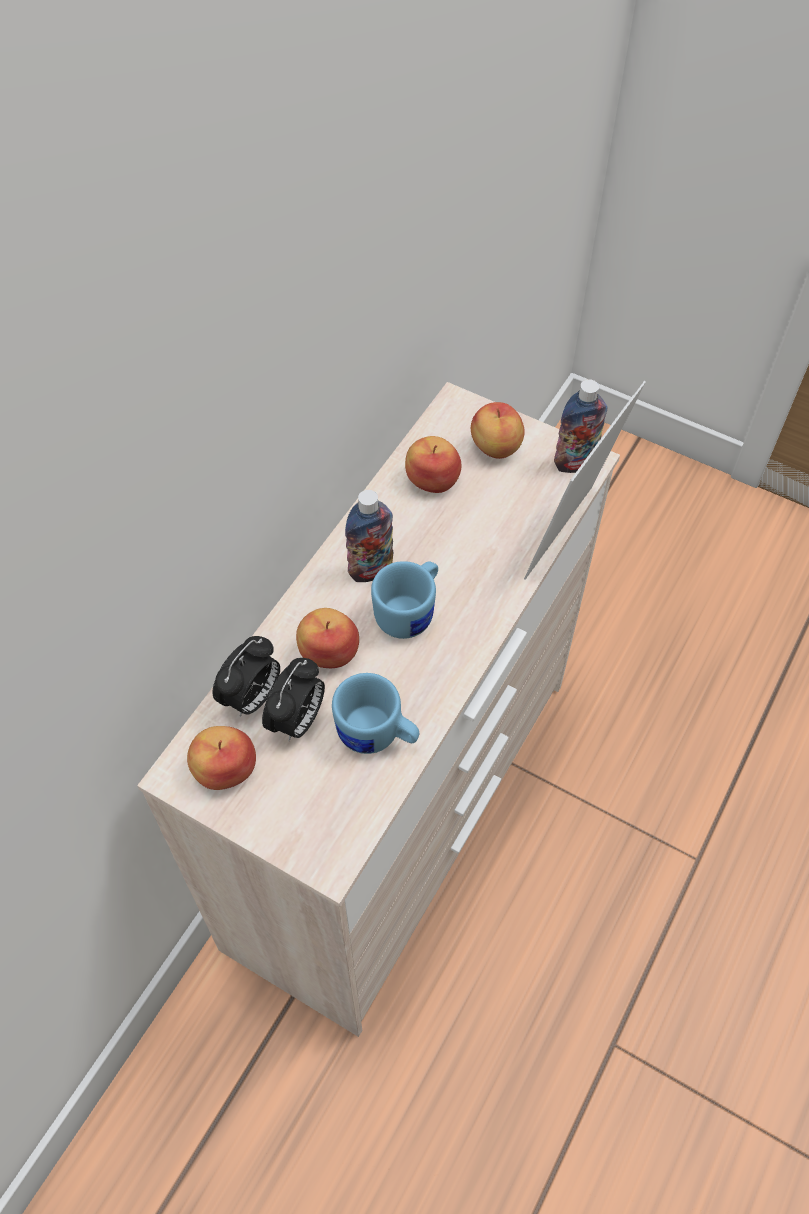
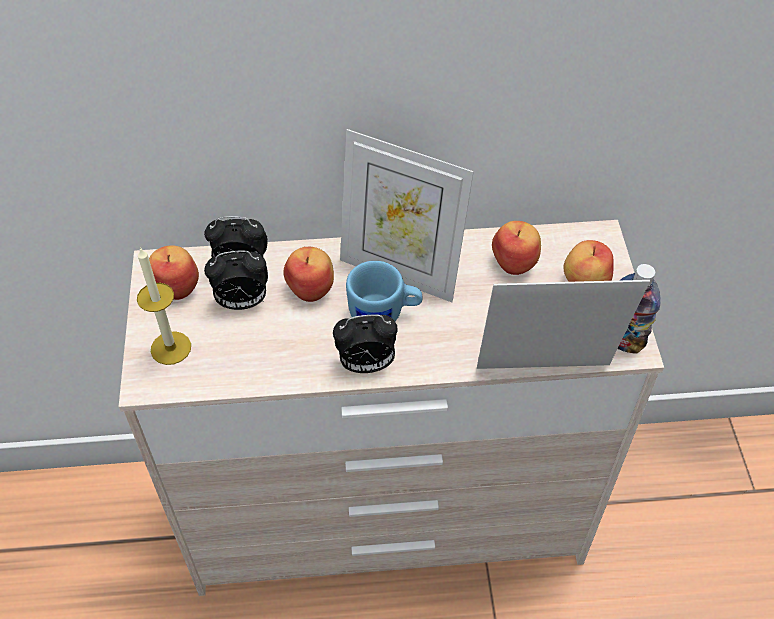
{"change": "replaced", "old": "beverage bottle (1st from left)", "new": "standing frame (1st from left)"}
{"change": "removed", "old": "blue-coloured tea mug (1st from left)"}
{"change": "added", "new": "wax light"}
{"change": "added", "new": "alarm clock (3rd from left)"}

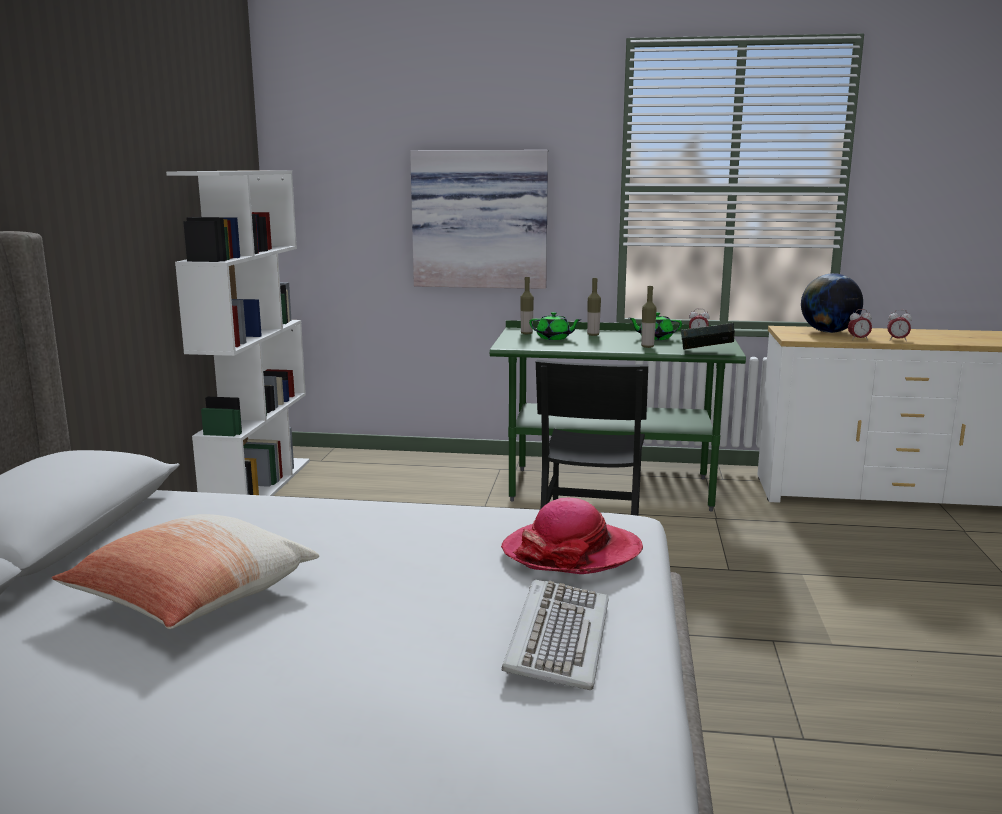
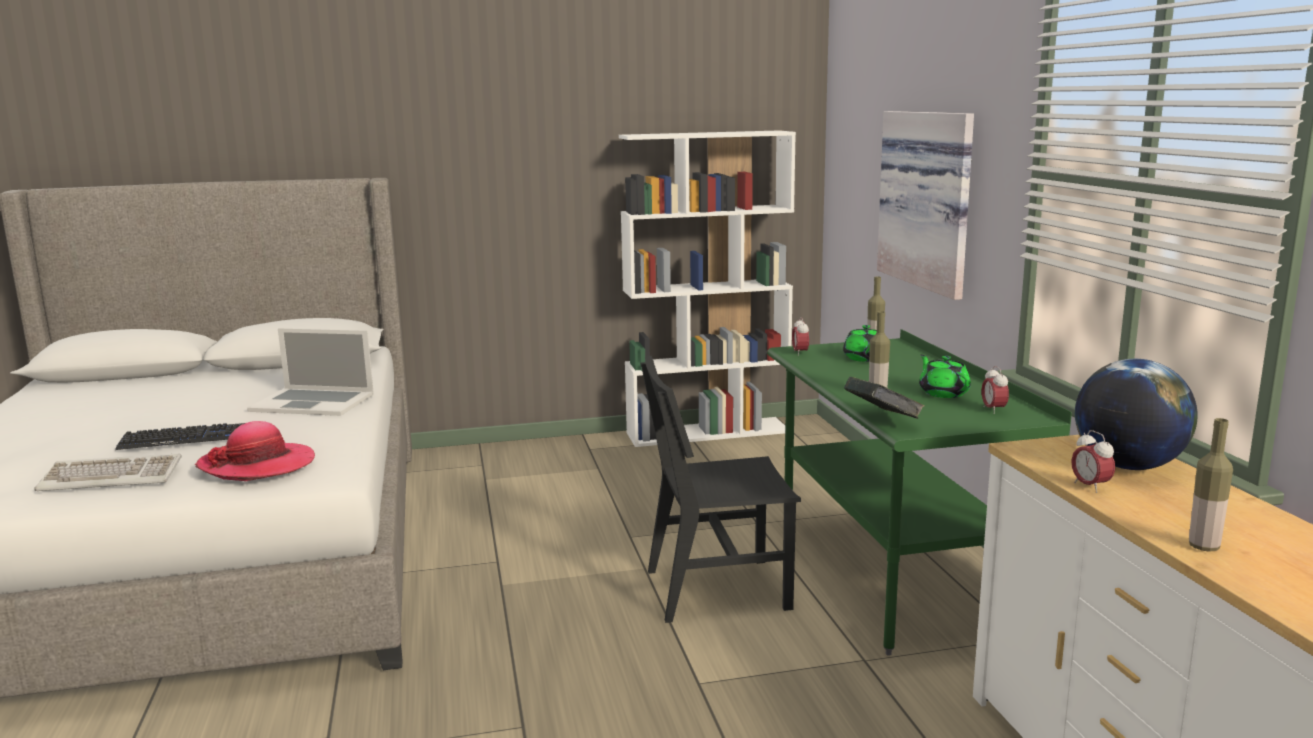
{"change": "moved", "old": "beverage bottle (2nd from left in the first image)", "new": "beverage bottle (3rd from left)"}
{"change": "moved", "old": "alarm clock (3rd from left in the first image)", "new": "alarm clock (1st from left)"}
{"change": "removed", "old": "pillow"}
{"change": "added", "new": "notebook computer"}
{"change": "added", "new": "keyboard (2nd from left)"}

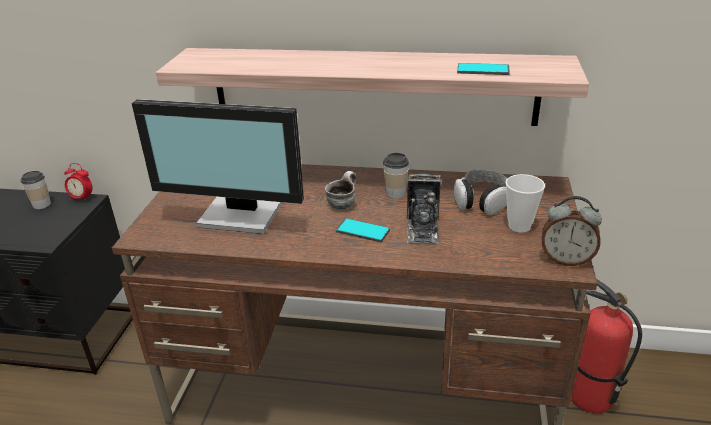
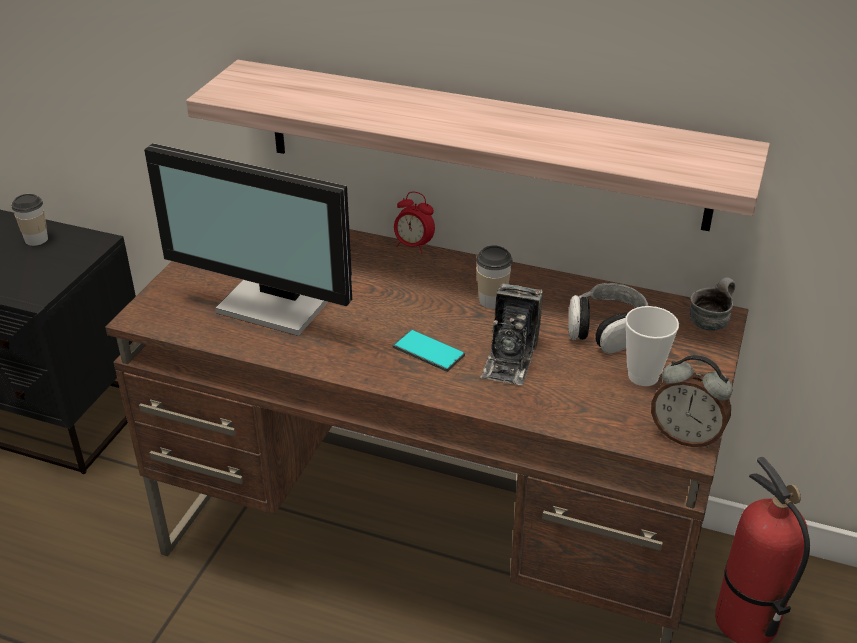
{"change": "removed", "old": "telephone (2nd from left)"}
{"change": "moved", "old": "alarm clock (1st from left)"}
{"change": "moved", "old": "tea mug"}

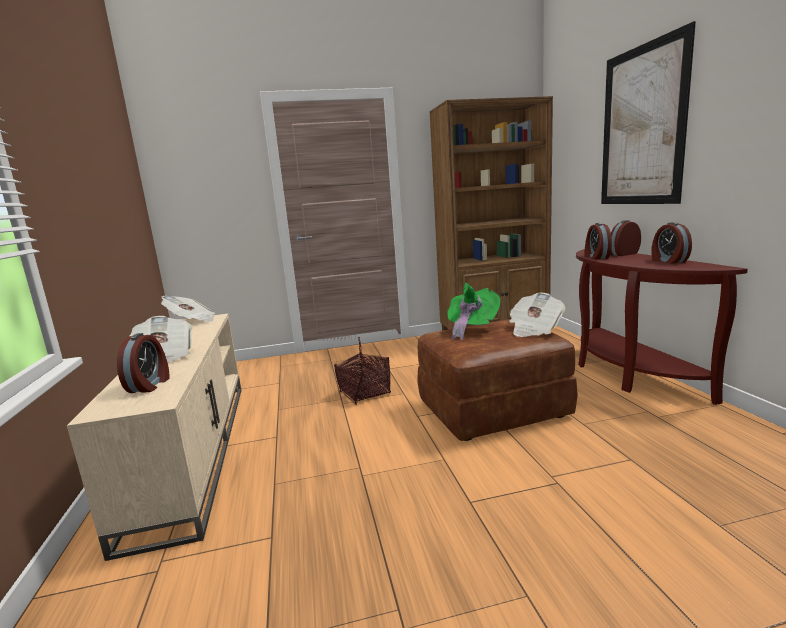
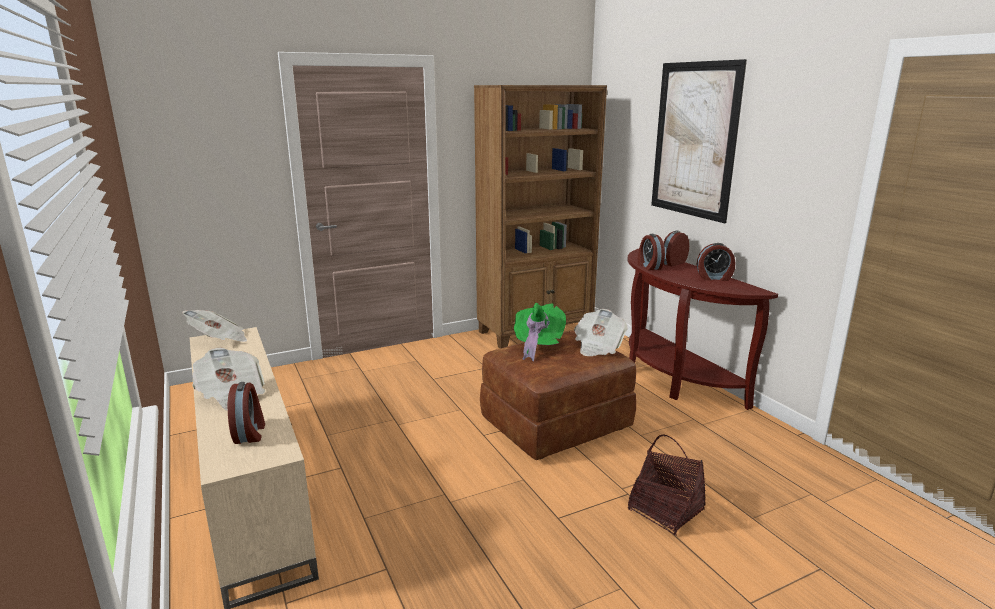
{"change": "turned", "old": "alarm clock (4th from left)", "degrees": -60}
{"change": "moved", "old": "basket"}

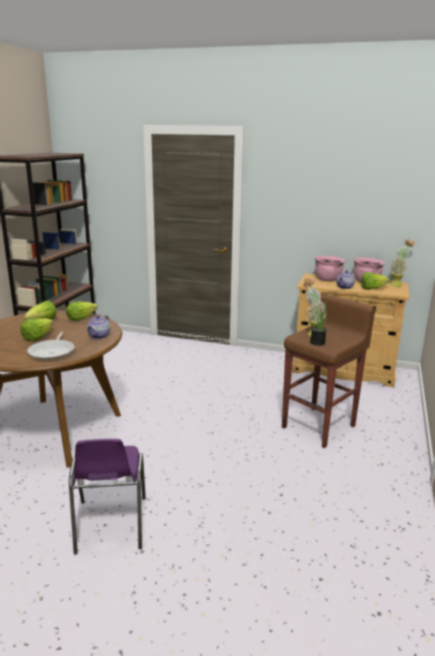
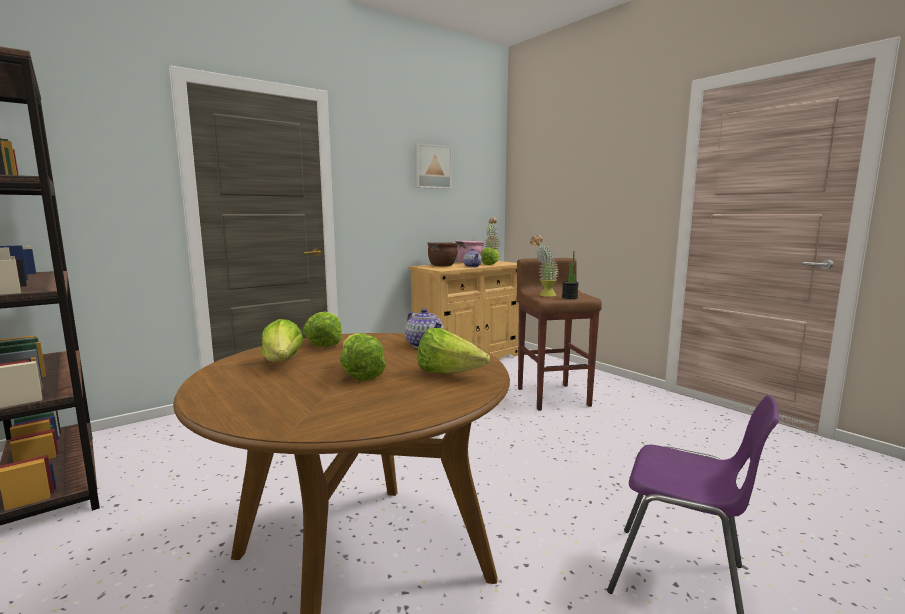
{"change": "recoloured", "old": "pink cooking pot (1st from left)", "new": "brownish cooking pot"}
{"change": "replaced", "old": "skillet", "new": "lettuce (4th from left)"}
{"change": "added", "new": "wall picture"}

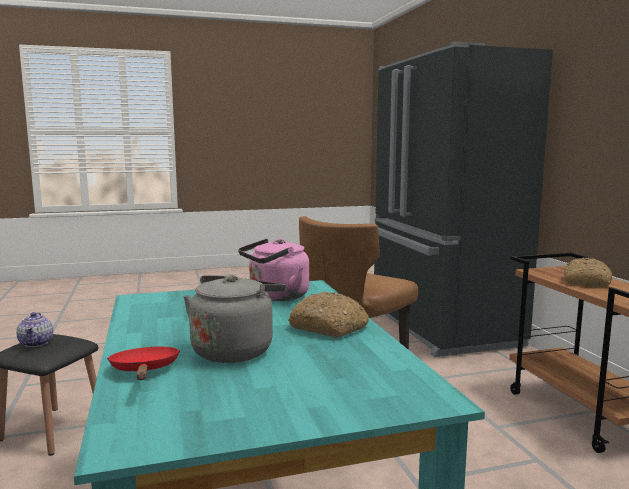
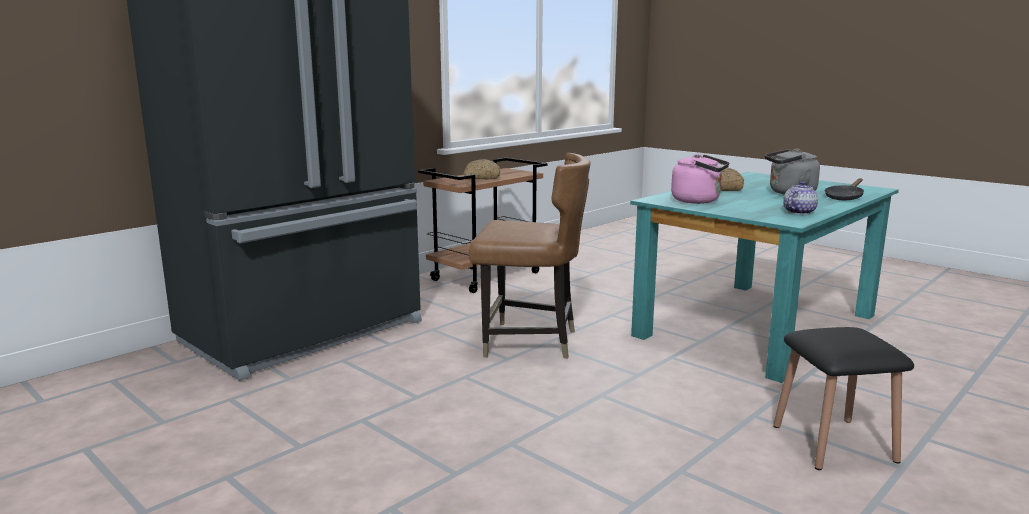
{"change": "moved", "old": "tea pot"}
{"change": "recoloured", "old": "red-coloured skillet", "new": "blackish skillet"}

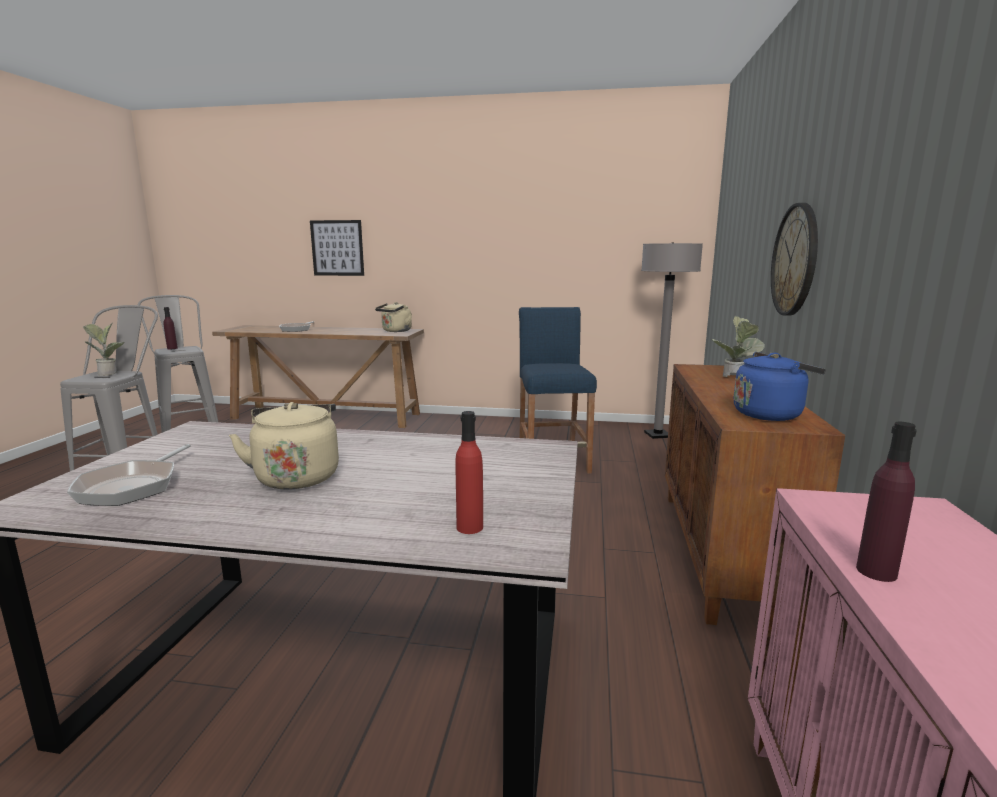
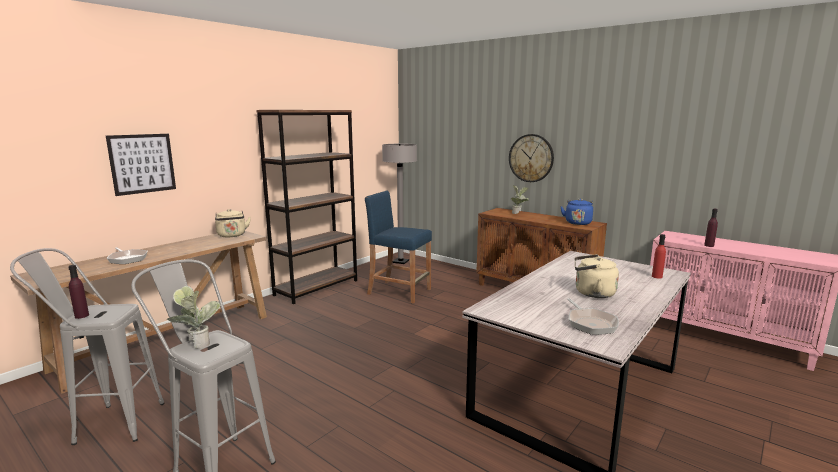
{"change": "turned", "old": "skillet (1st from left in the first image)", "degrees": 45}
{"change": "added", "new": "brownish shelving unit"}

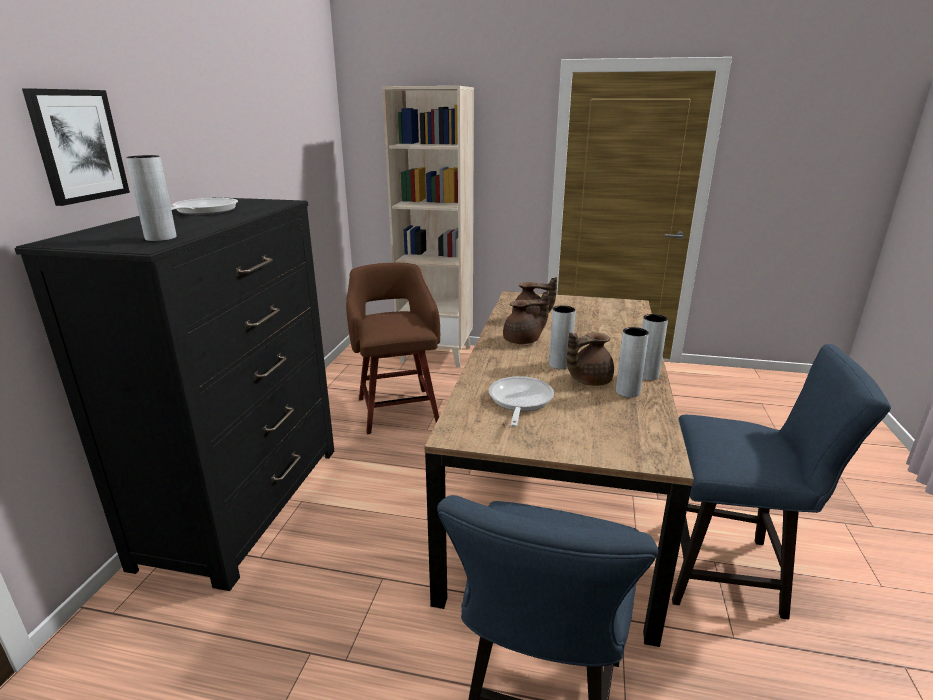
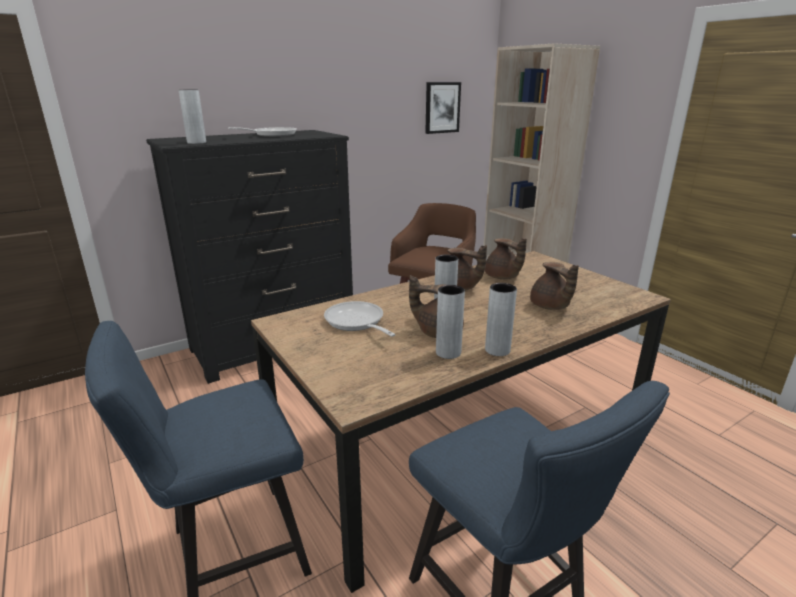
{"change": "moved", "old": "wall picture"}
{"change": "turned", "old": "skillet (2nd from left)", "degrees": -90}
{"change": "added", "new": "brownish tea pot (4th from left)"}

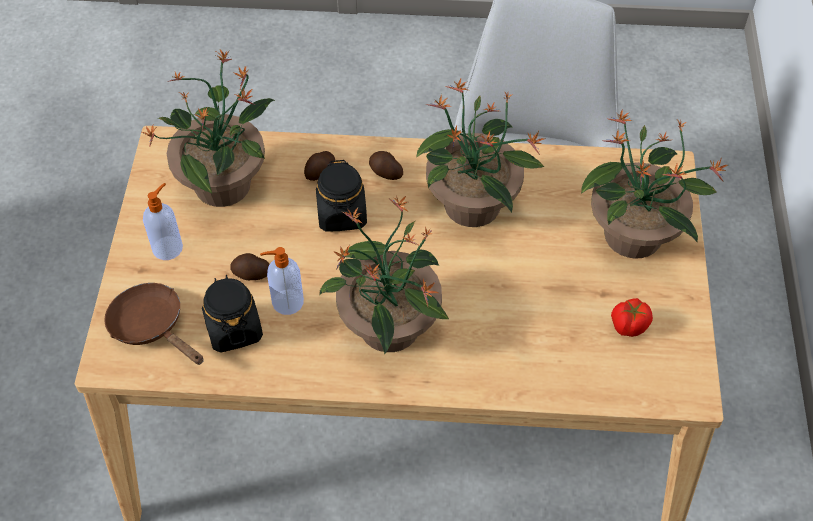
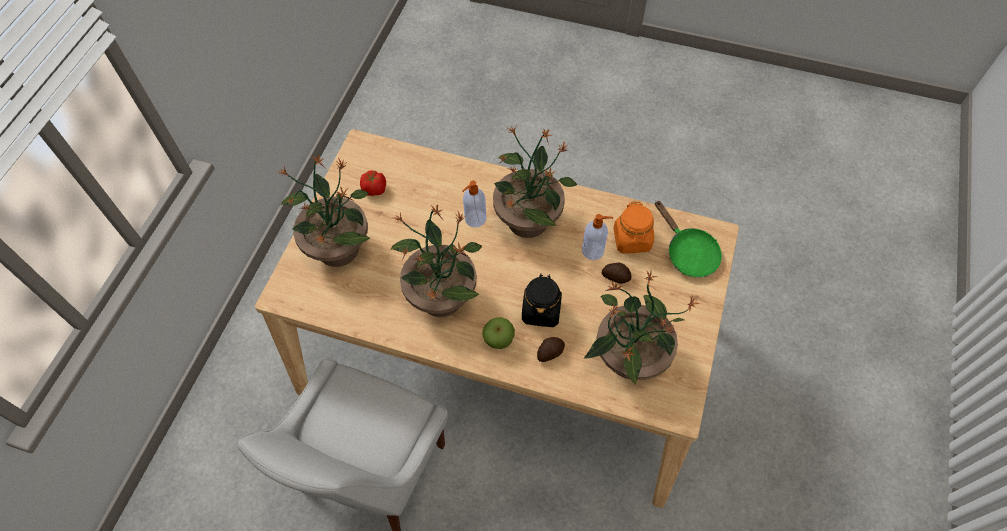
{"change": "replaced", "old": "whole potato (3rd from left)", "new": "apple fruit"}
{"change": "moved", "old": "liquid soap bottle (1st from left)"}
{"change": "recoloured", "old": "blackish storage jar (1st from left)", "new": "orange storage jar"}
{"change": "recoloured", "old": "brownish skillet", "new": "green-coloured skillet"}

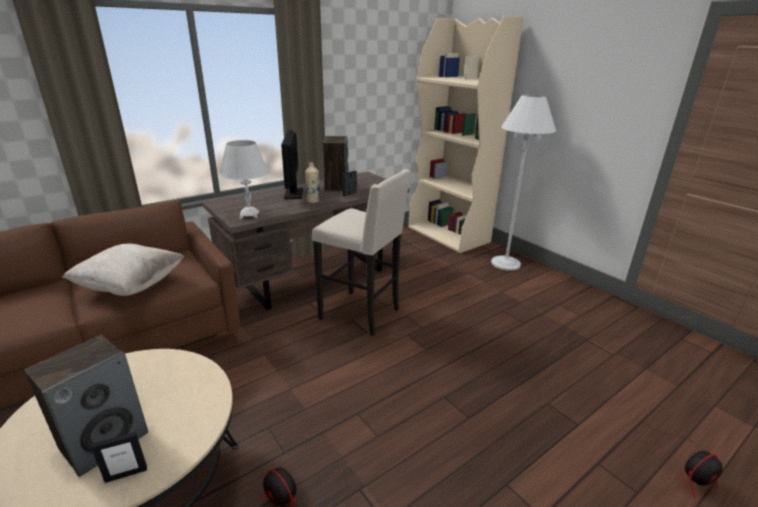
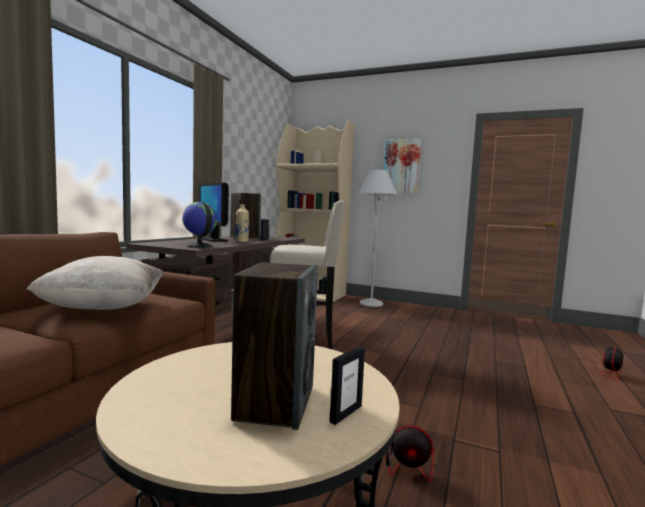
{"change": "replaced", "old": "white-coloured table lamp", "new": "world globe"}
{"change": "added", "new": "wall picture"}

